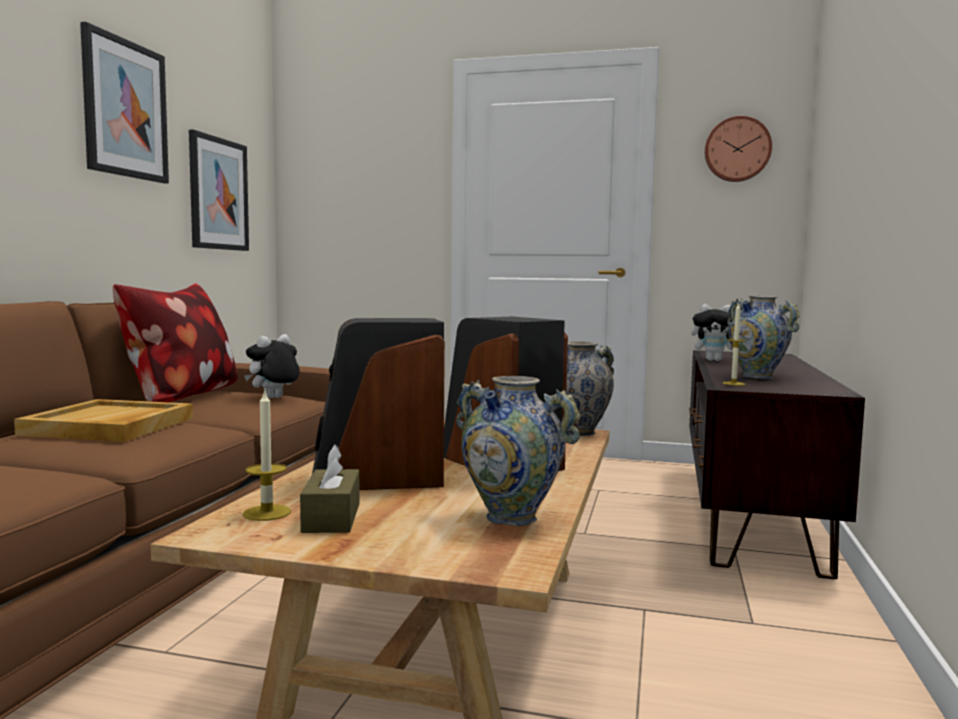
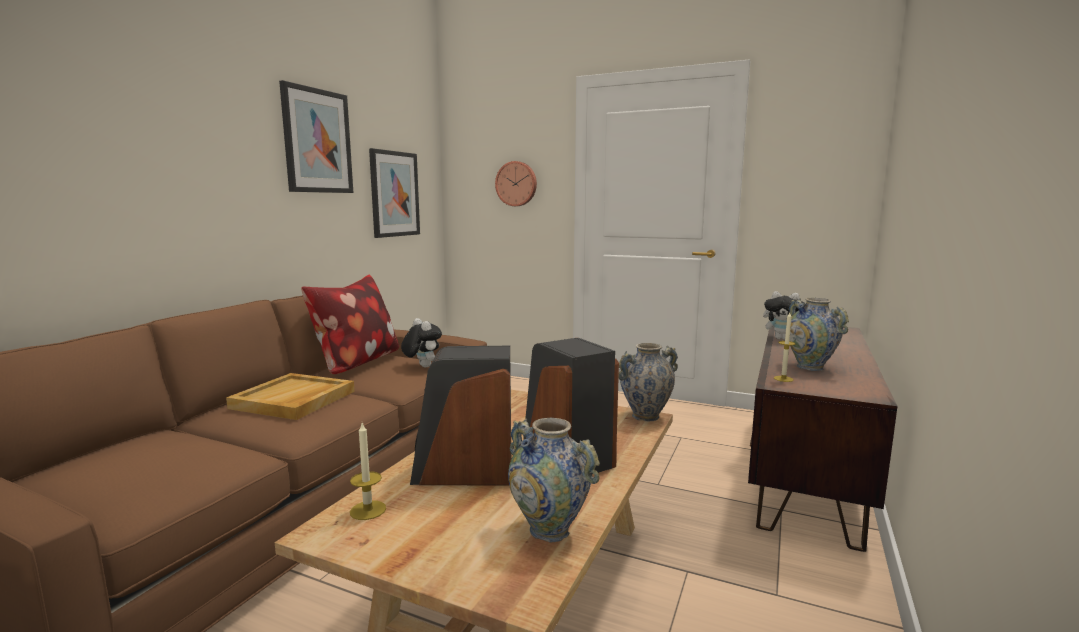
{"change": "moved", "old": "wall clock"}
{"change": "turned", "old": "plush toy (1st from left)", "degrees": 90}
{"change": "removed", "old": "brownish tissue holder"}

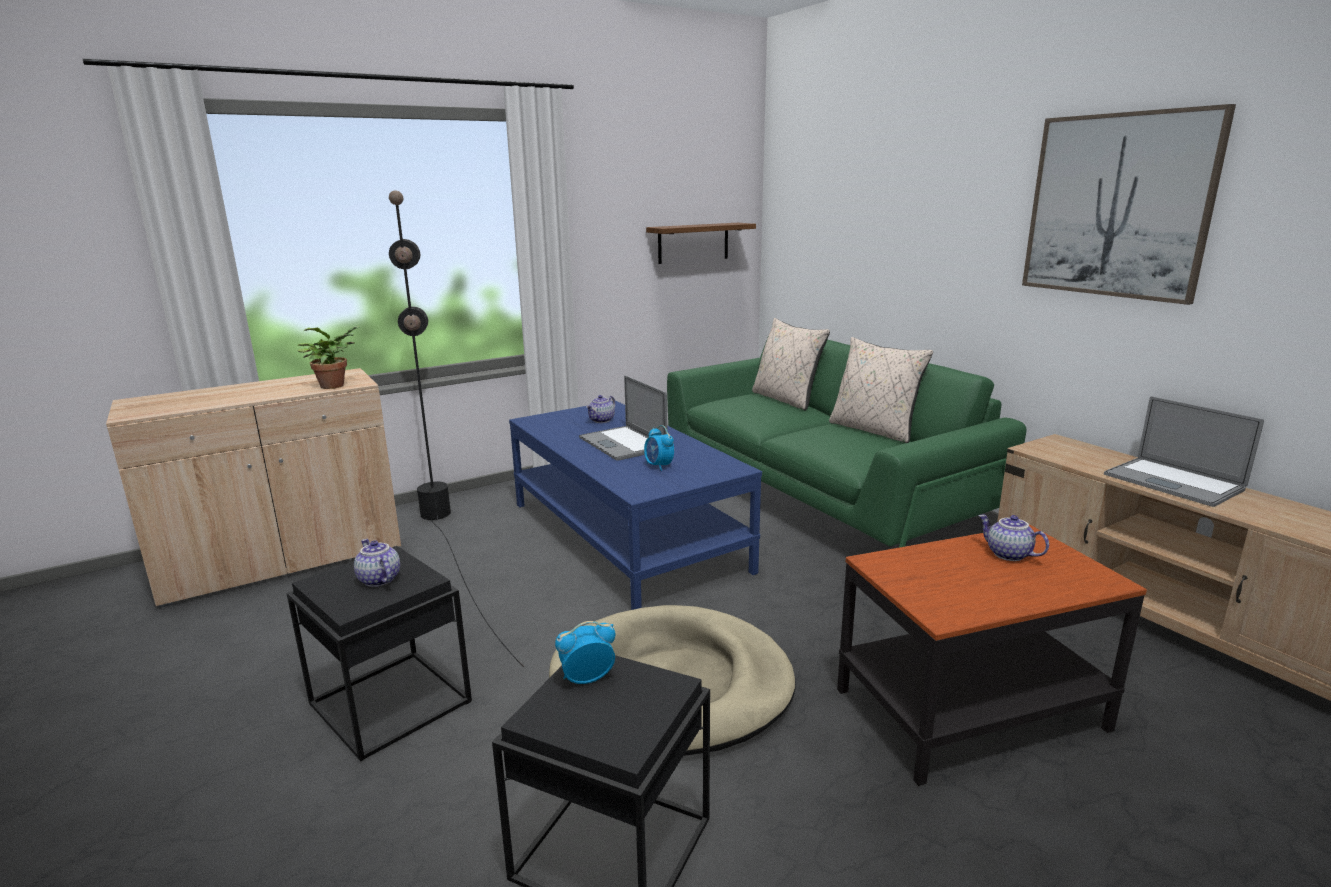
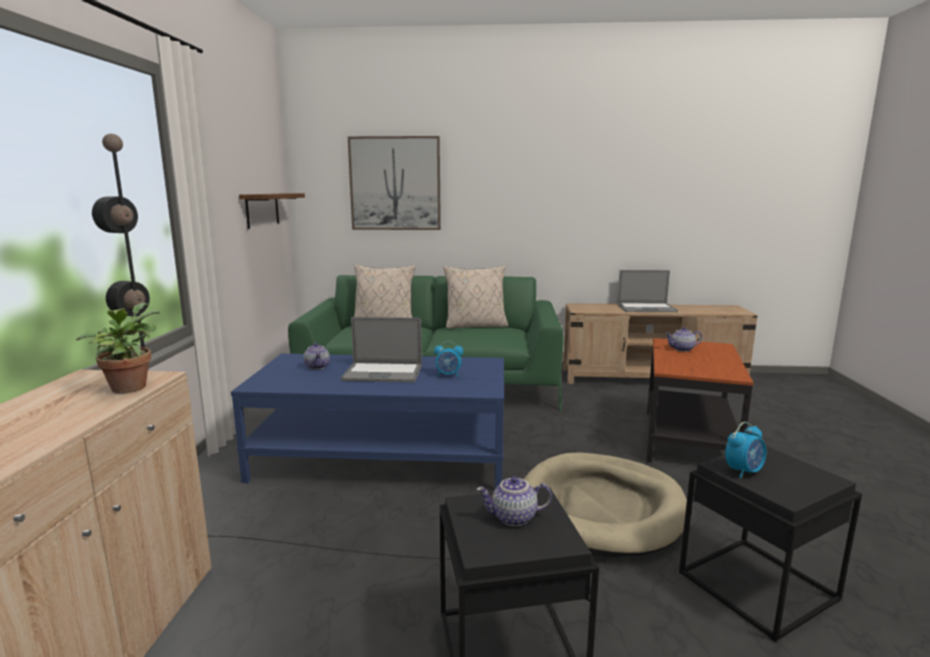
{"change": "moved", "old": "wall picture"}
{"change": "turned", "old": "alarm clock (1st from left in the first image)", "degrees": -135}

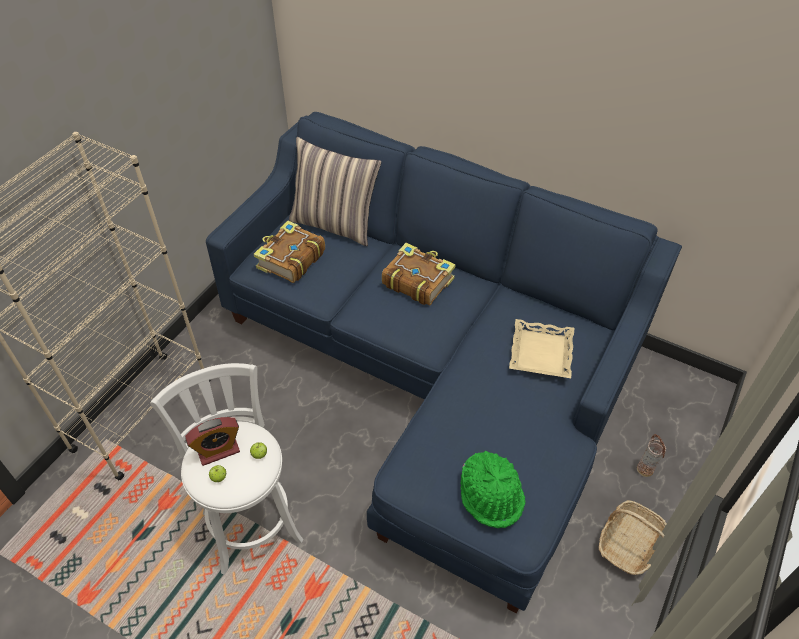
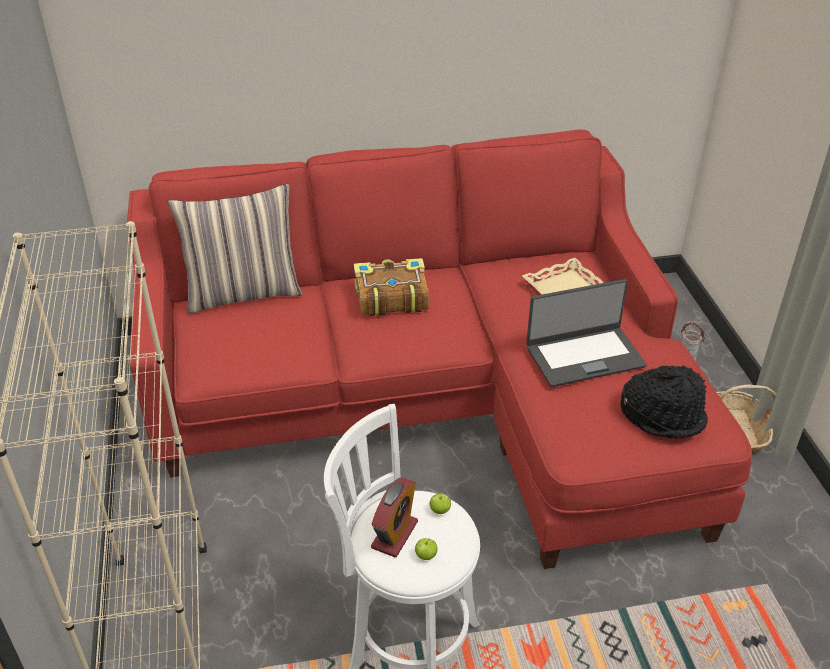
{"change": "recoloured", "old": "blue-coloured couch", "new": "red-coloured couch"}
{"change": "removed", "old": "volume (1st from left)"}
{"change": "recoloured", "old": "green-coloured wearable hat", "new": "blackish wearable hat"}
{"change": "added", "new": "notebook computer"}

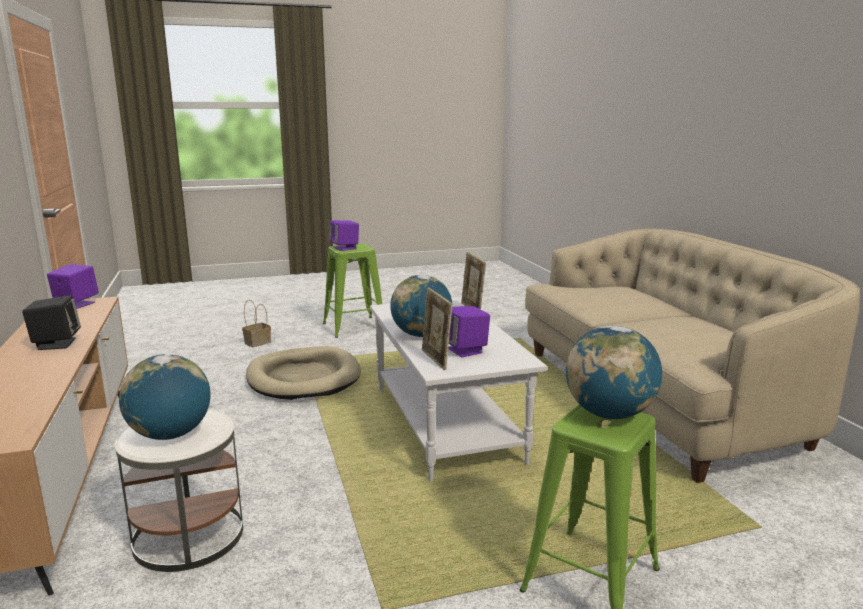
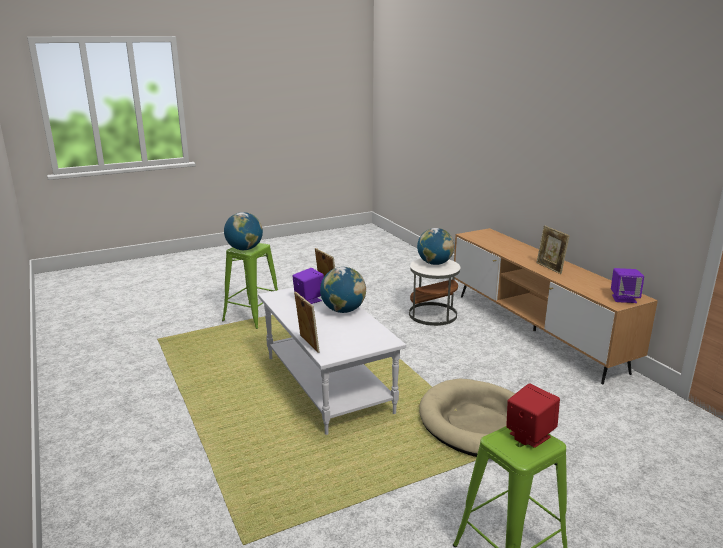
{"change": "recoloured", "old": "purple loudspeaker (2nd from left)", "new": "red-coloured loudspeaker"}
{"change": "removed", "old": "beige couch"}
{"change": "replaced", "old": "blackish loudspeaker", "new": "standing frame (3rd from left)"}
{"change": "removed", "old": "basket"}

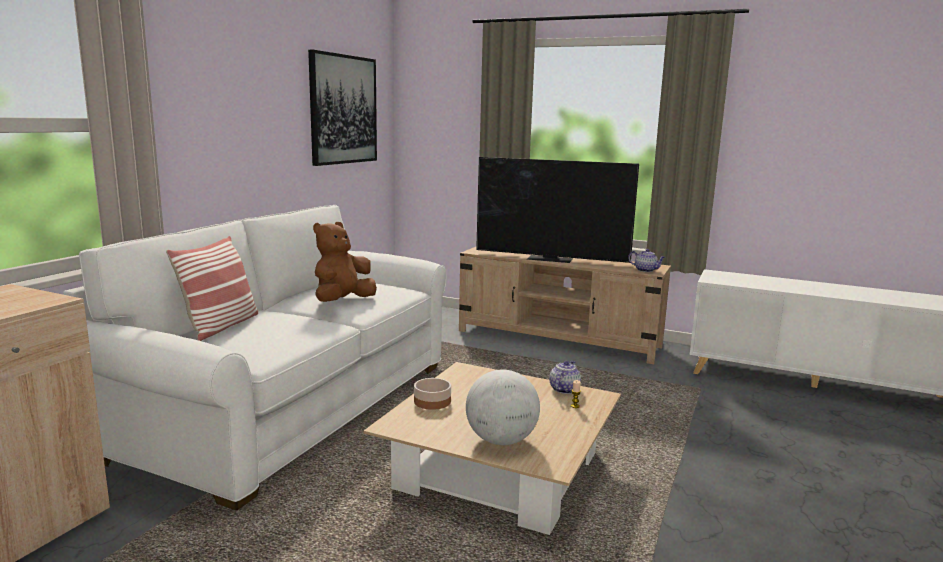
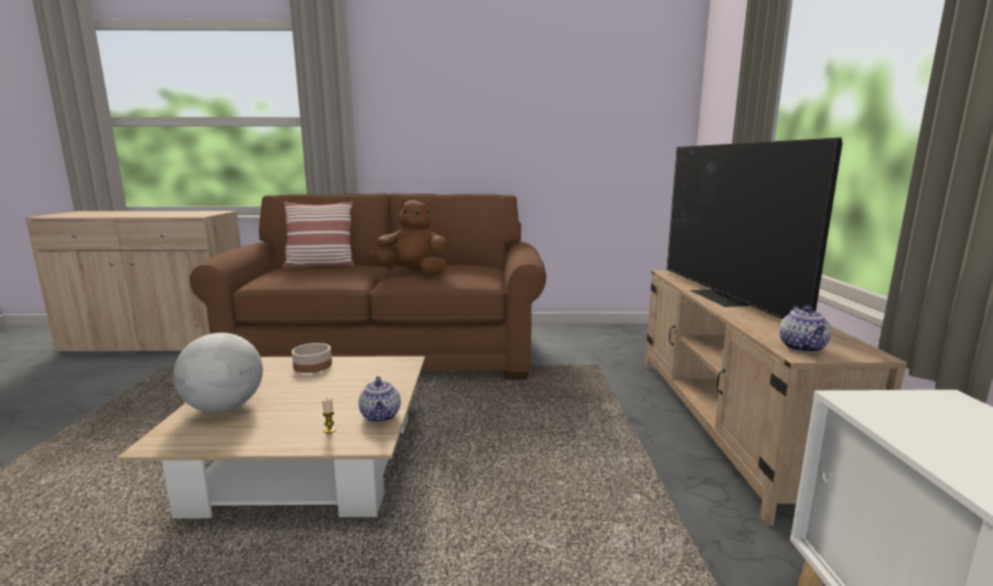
{"change": "removed", "old": "wall picture"}
{"change": "recoloured", "old": "white-coloured couch", "new": "brownish couch"}
{"change": "turned", "old": "tea pot (1st from left)", "degrees": 75}

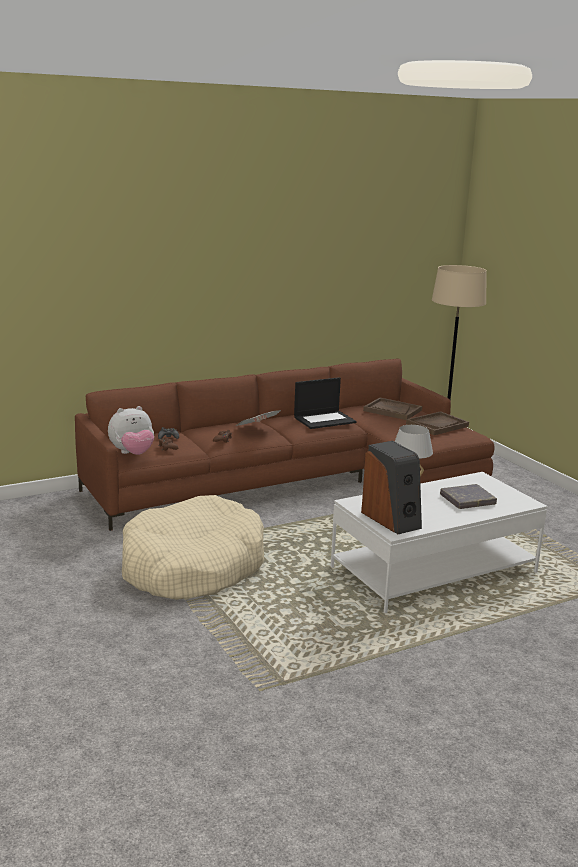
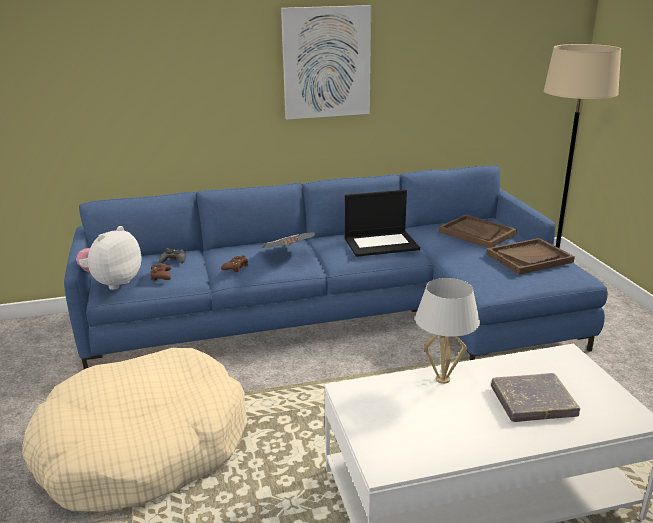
{"change": "recoloured", "old": "brownish couch", "new": "blue-coloured couch"}
{"change": "turned", "old": "plush toy", "degrees": 135}
{"change": "removed", "old": "loudspeaker"}
{"change": "added", "new": "wall picture"}

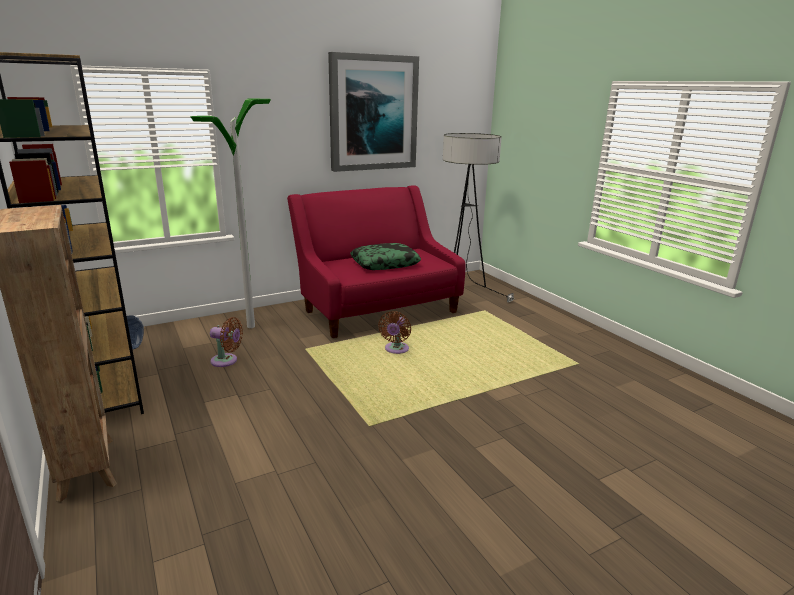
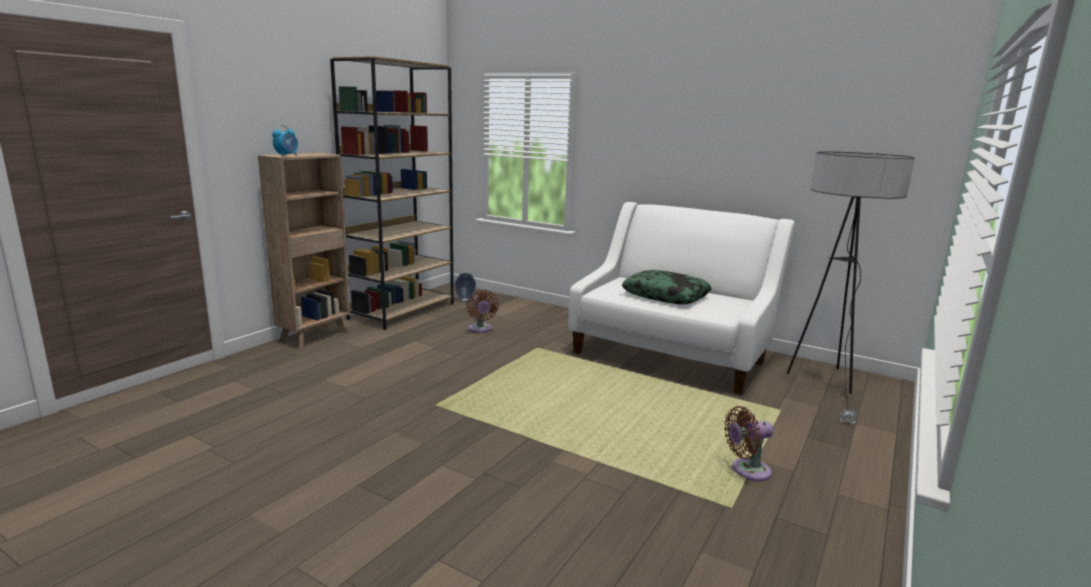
{"change": "removed", "old": "wall picture"}
{"change": "removed", "old": "floor lamp (1st from left)"}
{"change": "recoloured", "old": "red-coloured couch", "new": "white-coloured couch"}
{"change": "moved", "old": "brownish fan (2nd from left)"}
{"change": "added", "new": "alarm clock"}

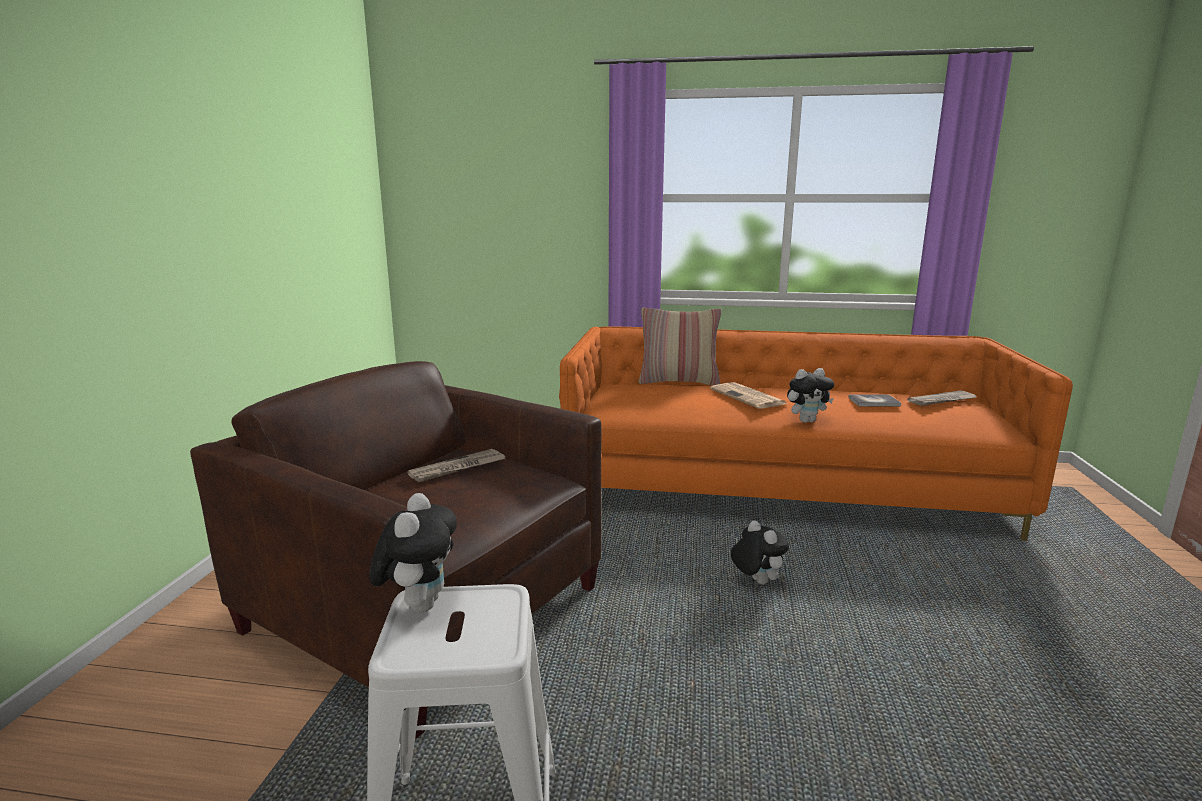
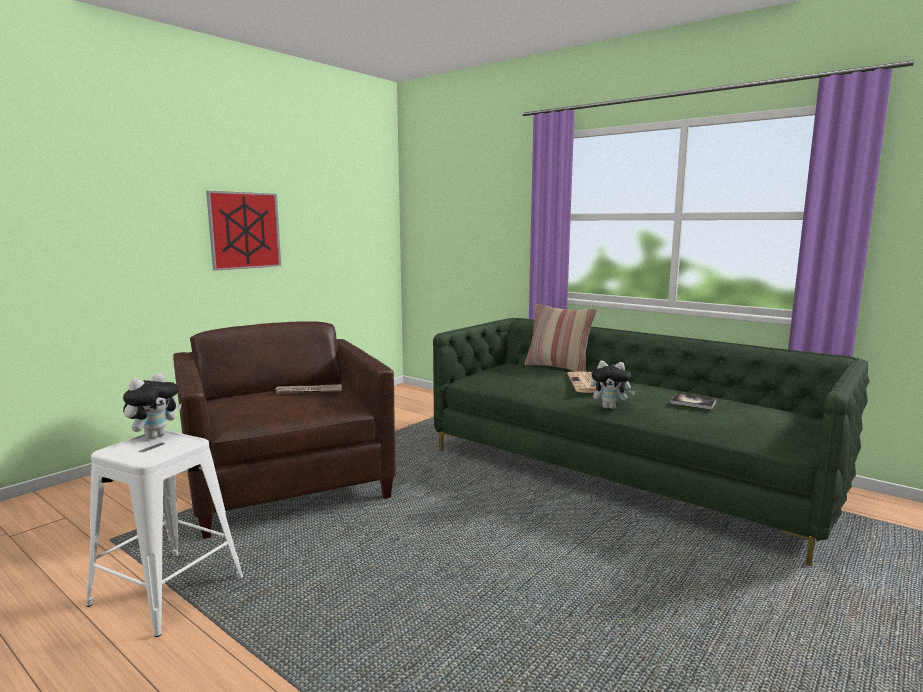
{"change": "recoloured", "old": "orange couch", "new": "green-coloured couch"}
{"change": "removed", "old": "newspaper (3rd from left)"}
{"change": "removed", "old": "plush toy (2nd from left)"}
{"change": "added", "new": "wall picture"}

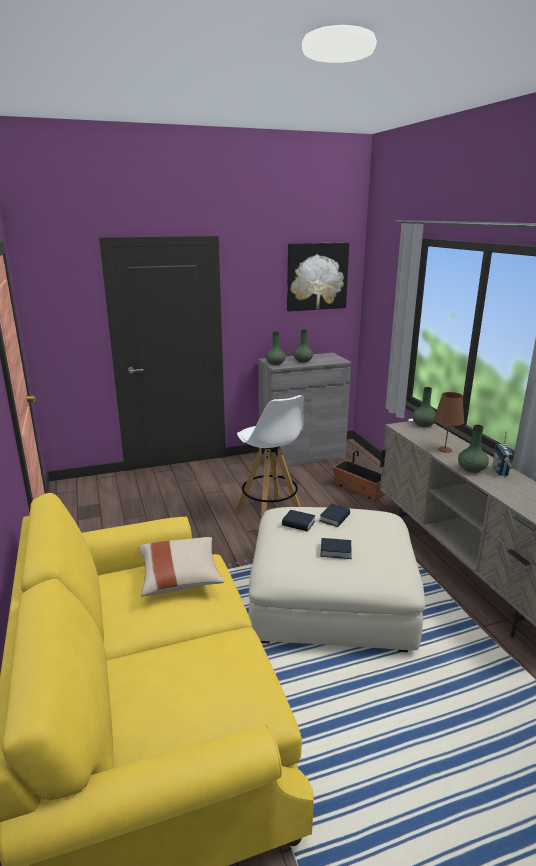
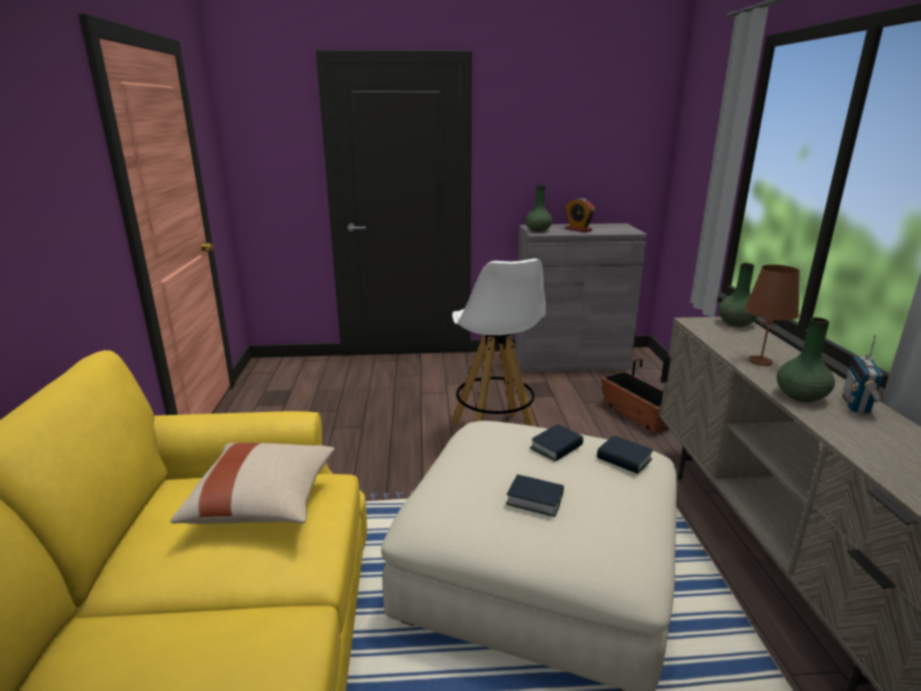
{"change": "removed", "old": "wall picture"}
{"change": "replaced", "old": "green-coloured vase (2nd from left)", "new": "alarm clock"}
{"change": "moved", "old": "volume (1st from left in the first image)", "new": "volume (3rd from left)"}

